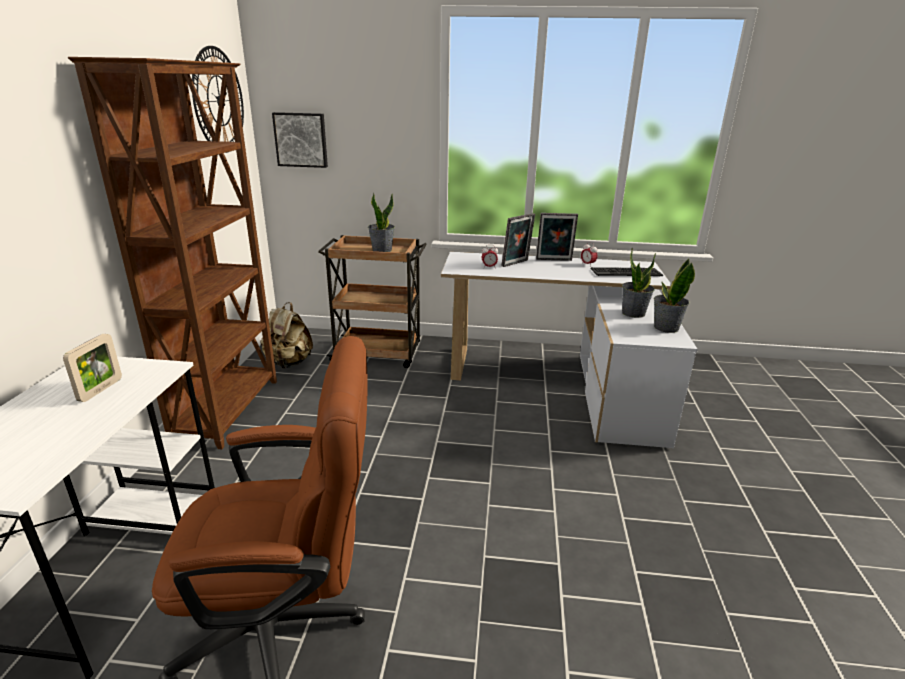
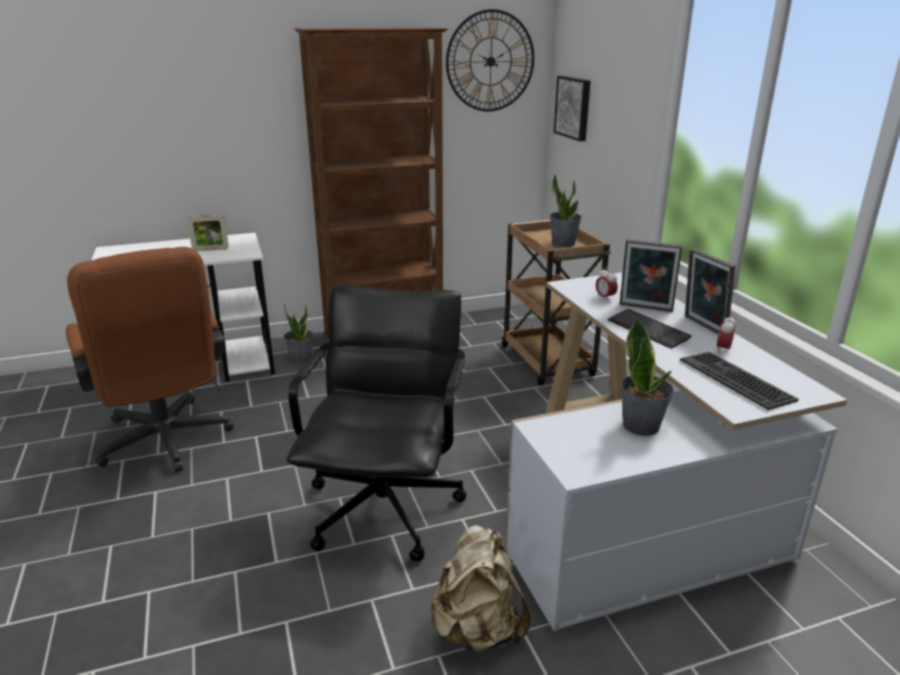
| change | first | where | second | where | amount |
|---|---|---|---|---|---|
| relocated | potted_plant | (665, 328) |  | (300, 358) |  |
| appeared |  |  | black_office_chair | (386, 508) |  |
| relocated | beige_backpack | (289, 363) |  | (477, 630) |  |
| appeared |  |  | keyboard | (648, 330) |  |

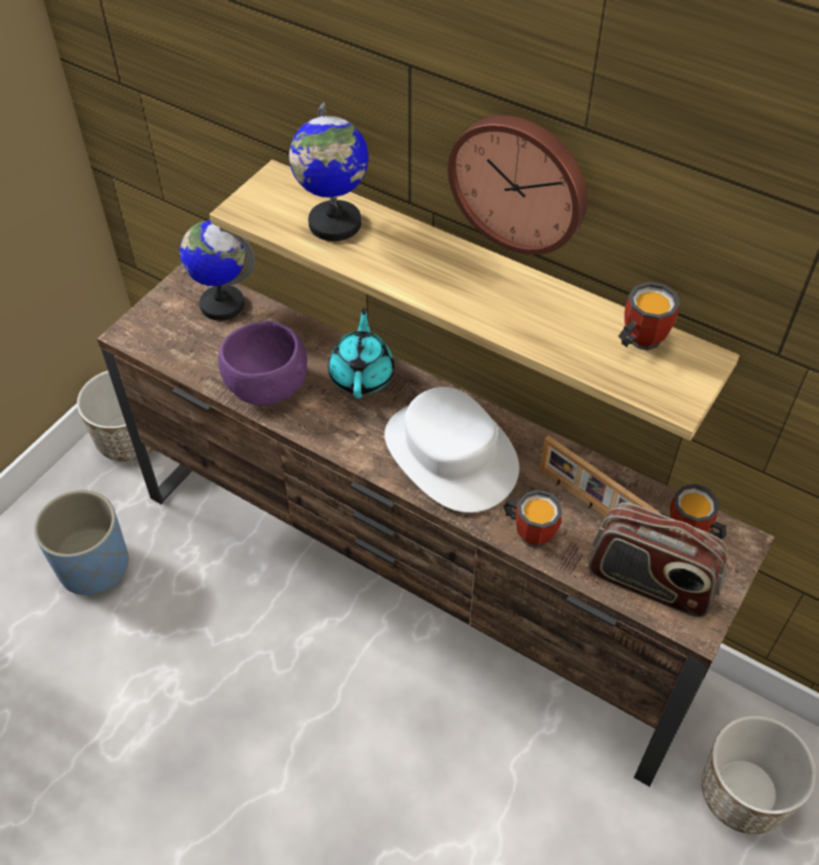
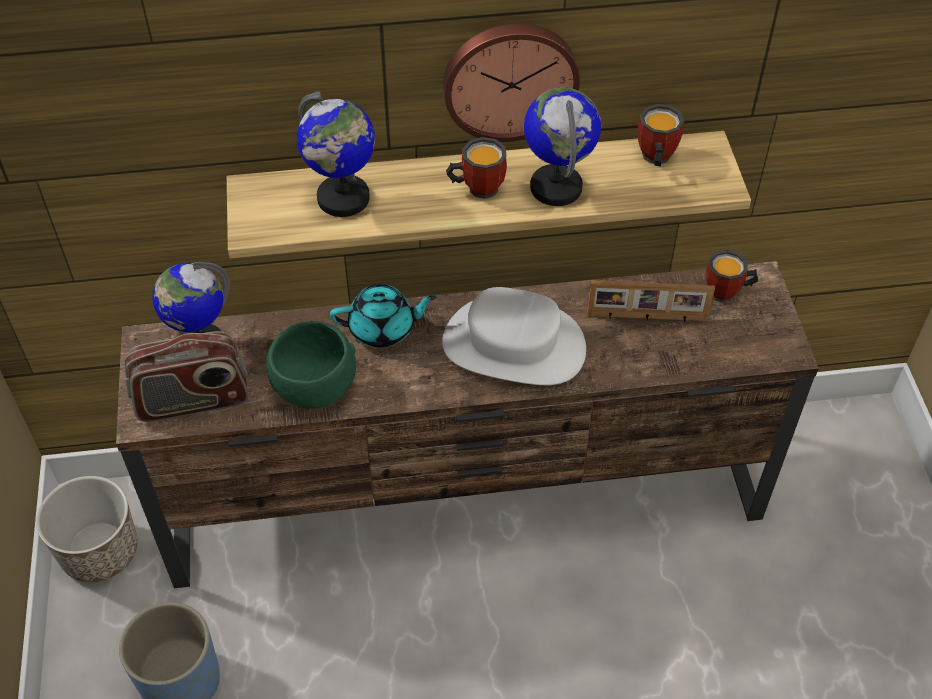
| change | first | where | second | where | amount |
|---|---|---|---|---|---|
| relocated | radio | (649, 583) |  | (193, 401) |  |
| colour | purple_bowl | (265, 385) | green_bowl | (313, 386) |  |
| spun | turquoise_teapot | (362, 375) |  | (383, 328) | 120 degrees clockwise |
| relocated | mug | (530, 531) |  | (477, 187) |  |
| appeared |  |  | globe | (556, 187) |  |
| missing | planter | (742, 793) |  |  |  |

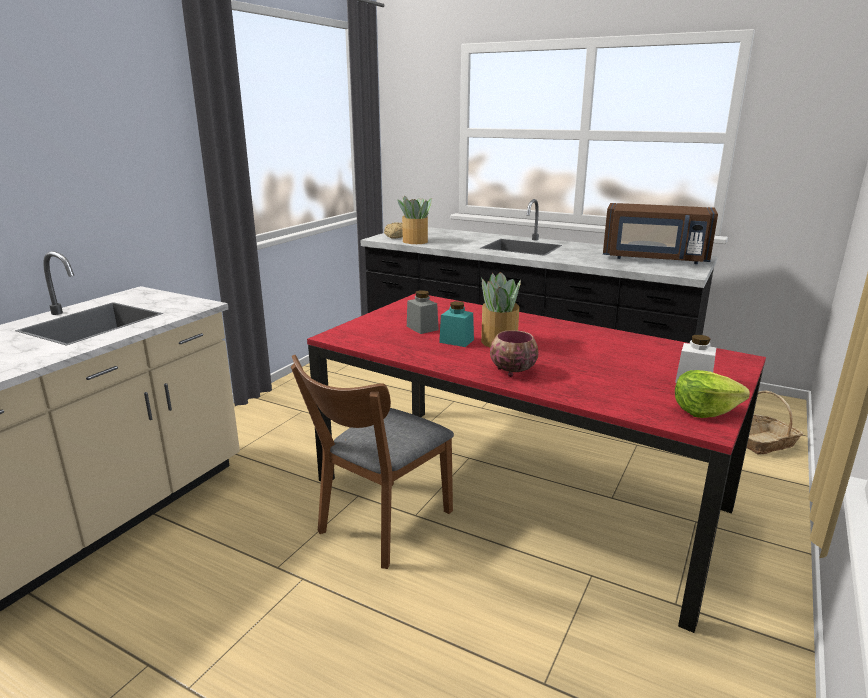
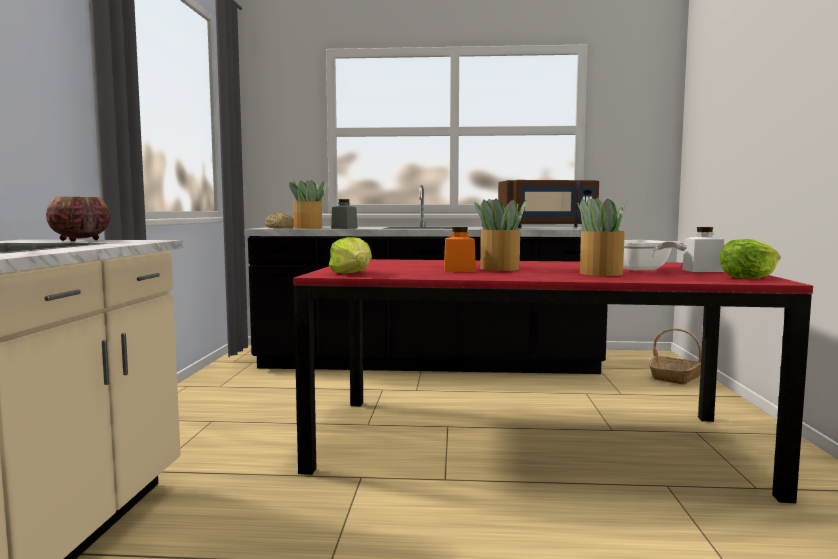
| change | first | where | second | where | amount |
|---|---|---|---|---|---|
| relocated | bowl | (511, 371) |  | (78, 240) |  |
| appeared |  |  | lettuce | (352, 273) |  |
| relocated | grey_jar | (422, 328) |  | (344, 228) |  |
| colour | turquoise_jar | (456, 341) | orange_jar | (459, 270) |  |
| appeared |  |  | potted_plant | (600, 273) |  |
| appeared |  |  | frying_pan | (641, 269) |  |
| missing | brown_chair | (379, 527) |  |  |  |

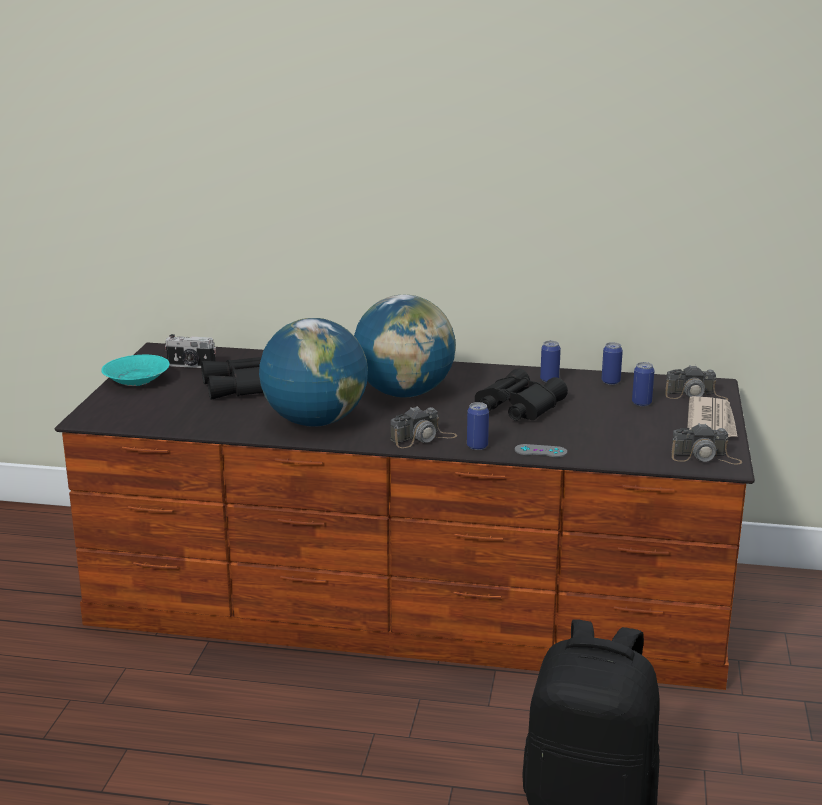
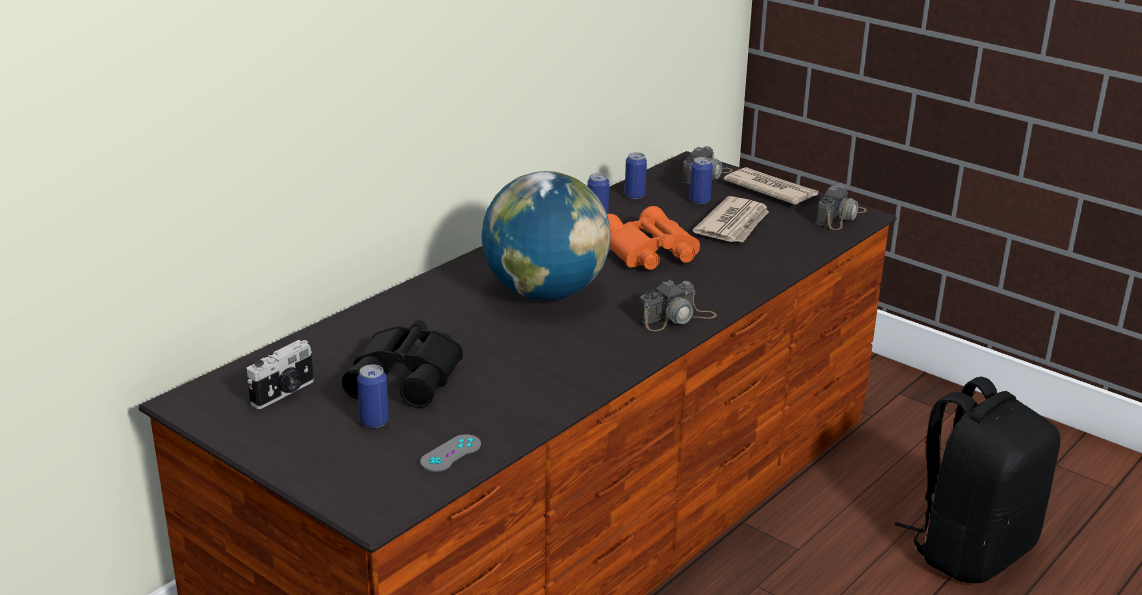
| change | first | where | second | where | amount |
|---|---|---|---|---|---|
| relocated | can | (477, 446) |  | (374, 421) |  |
| relocated | grey_game_controller | (540, 451) |  | (451, 453) |  |
| colour | black_binoculars | (516, 407) | orange_binoculars | (647, 252) |  |
| spun | photo_camera | (423, 438) |  | (677, 318) | 60 degrees clockwise |
| appeared |  |  | newspaper | (734, 224) |  |
| missing | turquoise_bowl | (137, 381) |  |  |  |
| missing | globe | (315, 421) |  |  |  |

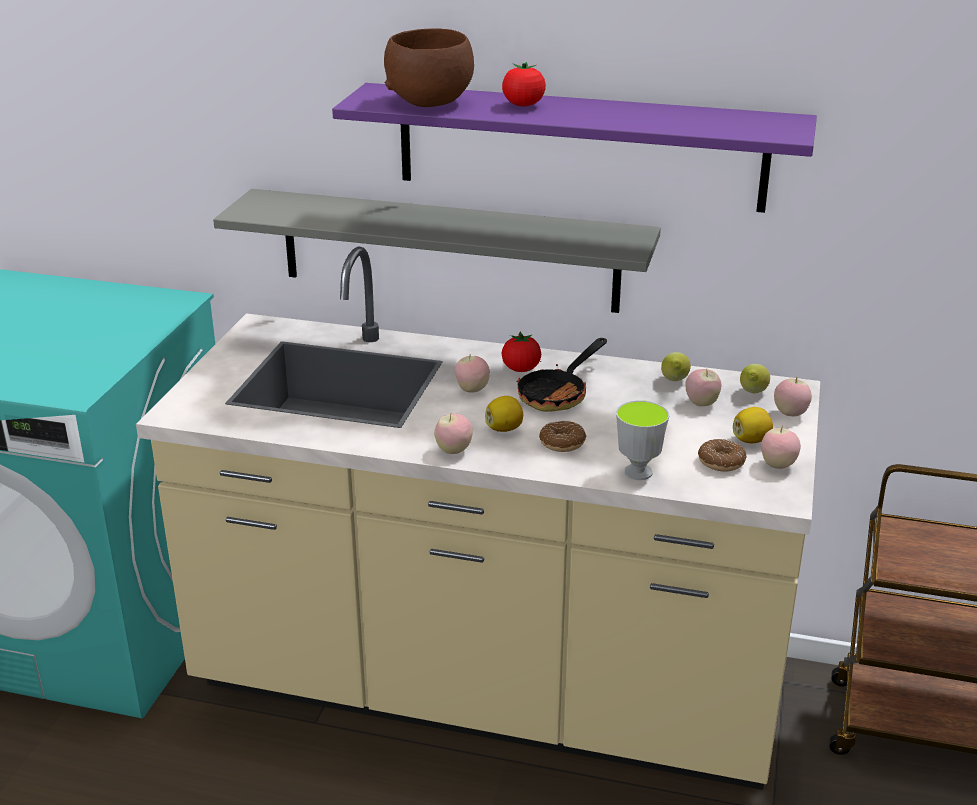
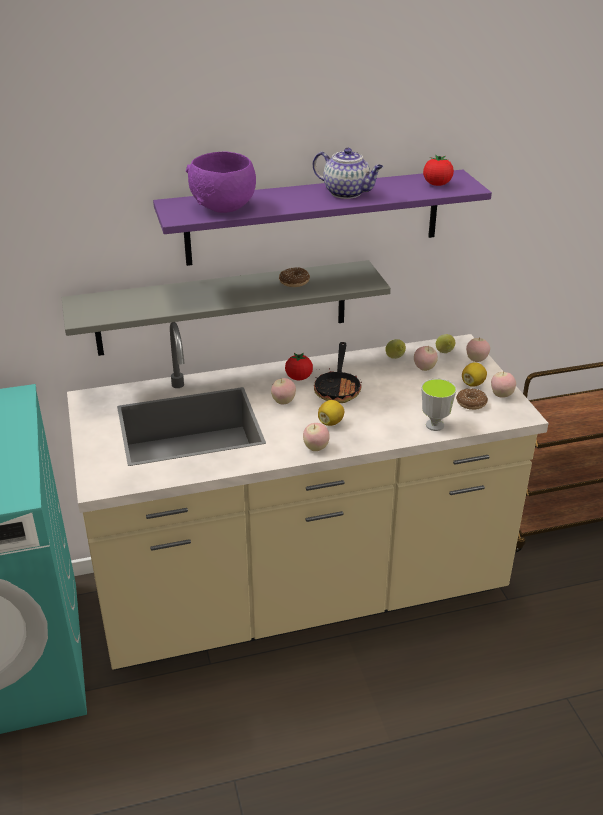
| change | first | where | second | where | amount |
|---|---|---|---|---|---|
| colour | brown_bowl | (431, 102) | purple_bowl | (224, 207) |  |
| relocated | donut | (562, 443) |  | (294, 282) |  |
| appeared |  |  | teapot | (347, 193) |  |
| relocated | tomato | (523, 105) |  | (437, 184) |  |

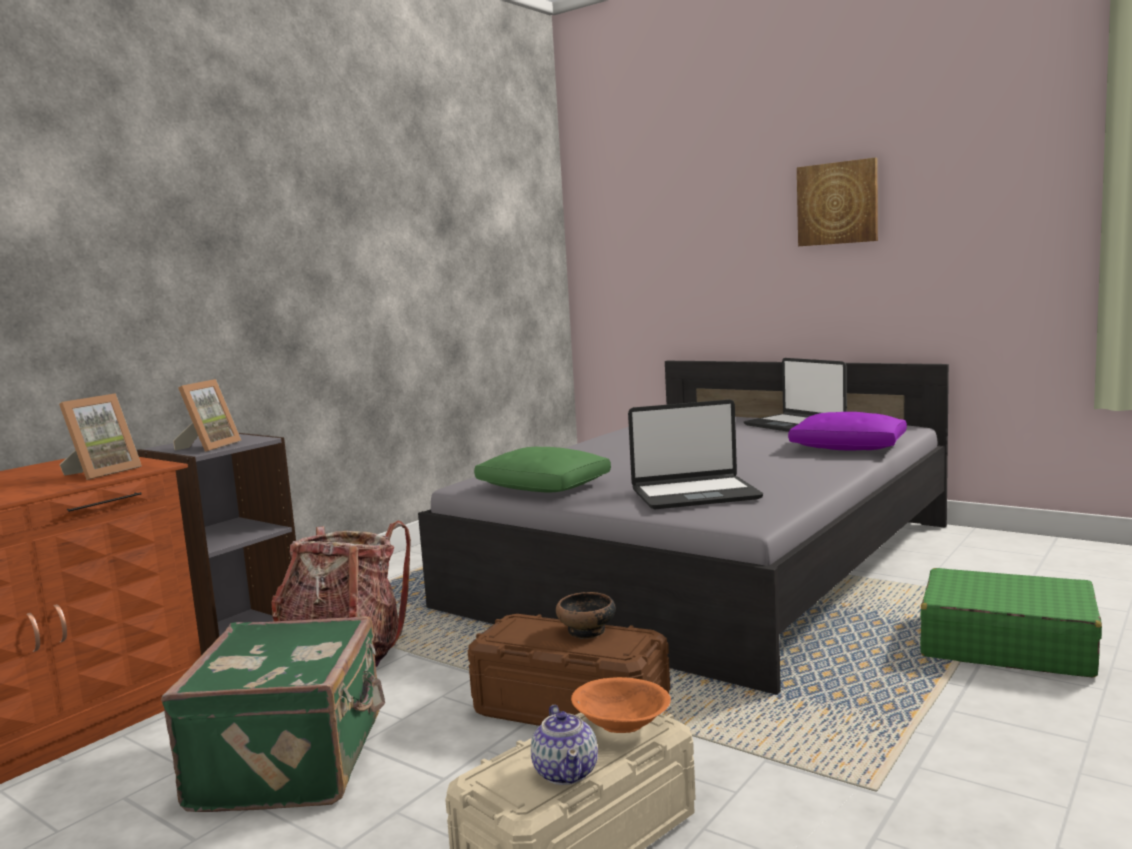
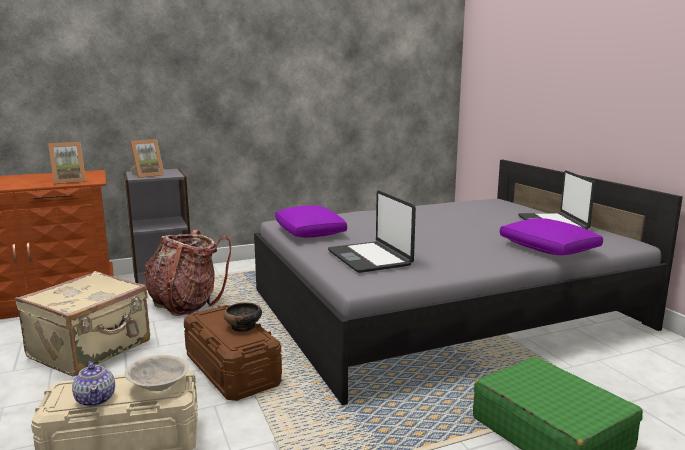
| change | first | where | second | where | amount |
|---|---|---|---|---|---|
| colour | green_suitcase | (293, 761) | beige_suitcase | (91, 350) |  |
| spun | teapot | (566, 772) |  | (96, 399) | 45 degrees counterclockwise |
| colour | orange_bowl | (621, 725) | beige_bowl | (158, 385) |  |
| colour | green_pillow | (544, 487) | purple_pillow | (310, 233) |  |
| spun | laptop | (694, 494) |  | (370, 258) | 45 degrees clockwise |
| missing | picture | (837, 203) |  |  |  |

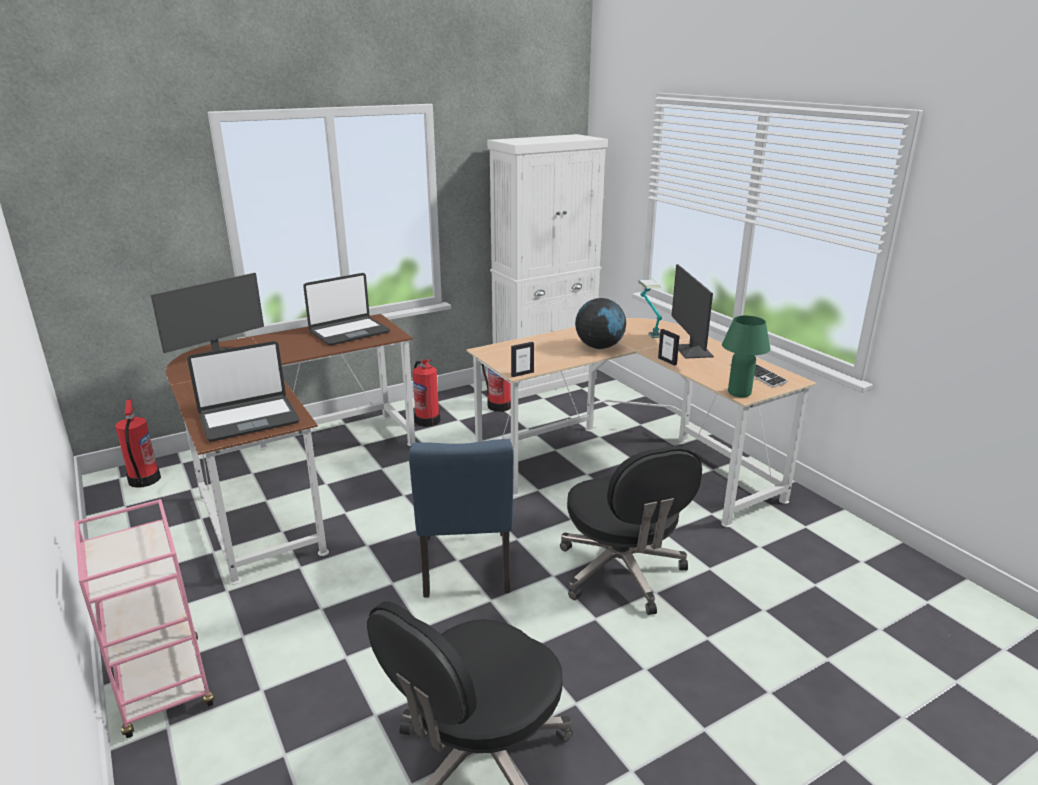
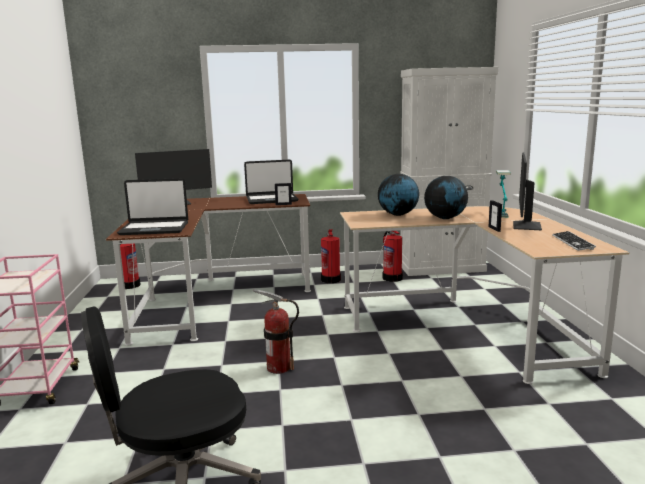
| change | first | where | second | where | amount |
|---|---|---|---|---|---|
| exchanged | blue_chair | (465, 570) | fire_extinguisher | (278, 368) |  |
| relocated | picture_frame | (522, 374) |  | (283, 204) |  |
| appeared |  |  | globe | (398, 215) |  |
| missing | black_office_chair | (622, 573) |  |  |  |
| missing | green_table_lamp | (739, 393) |  |  |  |

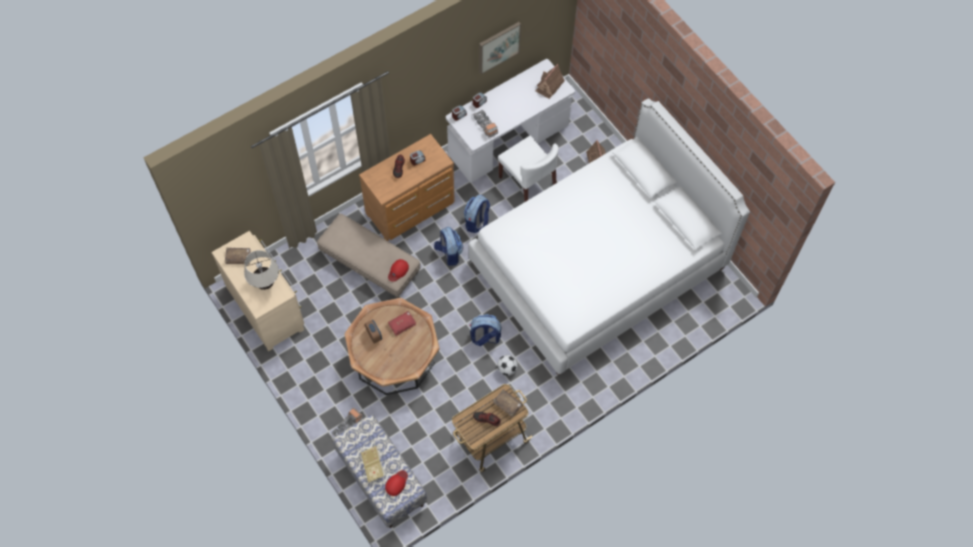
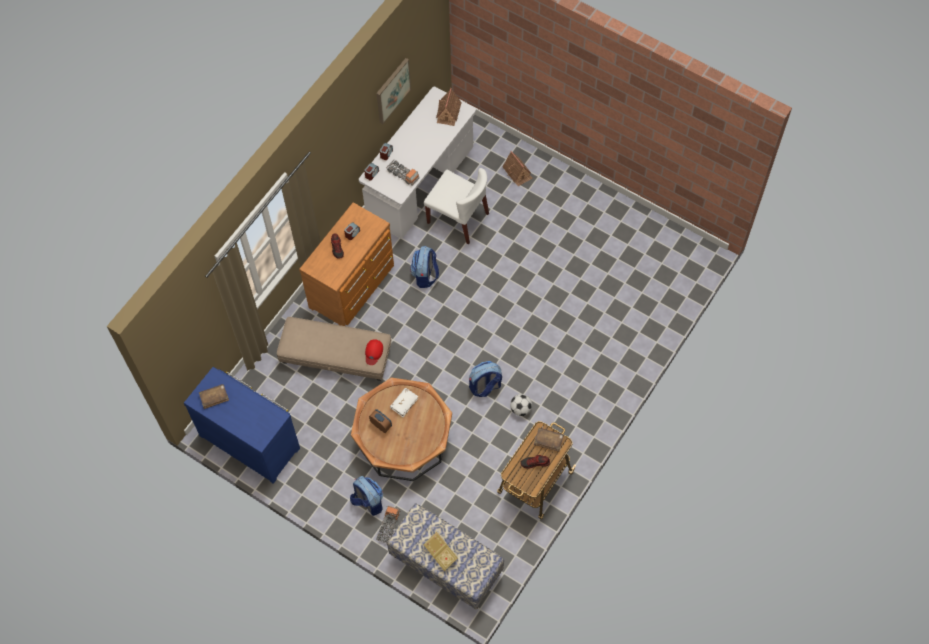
| change | first | where | second | where | amount |
|---|---|---|---|---|---|
| colour | beige_dresser | (266, 306) | blue_dresser | (250, 439) |  |
| relocated | backpack | (449, 253) |  | (368, 501) |  |
| colour | red_book | (402, 324) | white_book | (404, 403) |  |
| missing | beige_table_lamp | (265, 284) |  |  |  |
| missing | red_cap | (396, 483) |  |  |  |
| missing | white_bed | (598, 265) |  |  |  |

